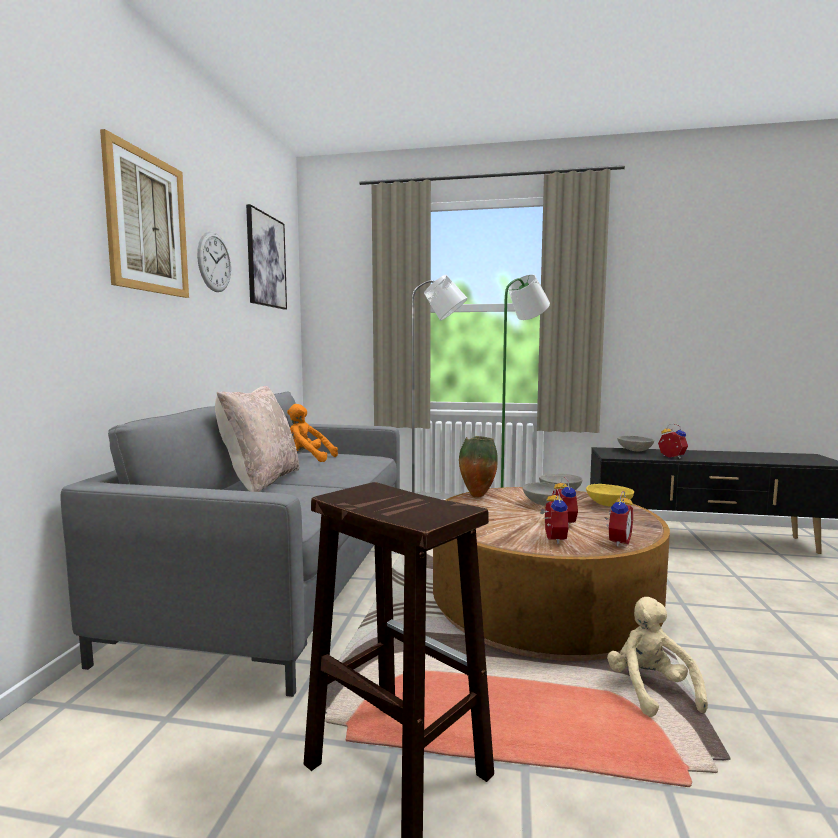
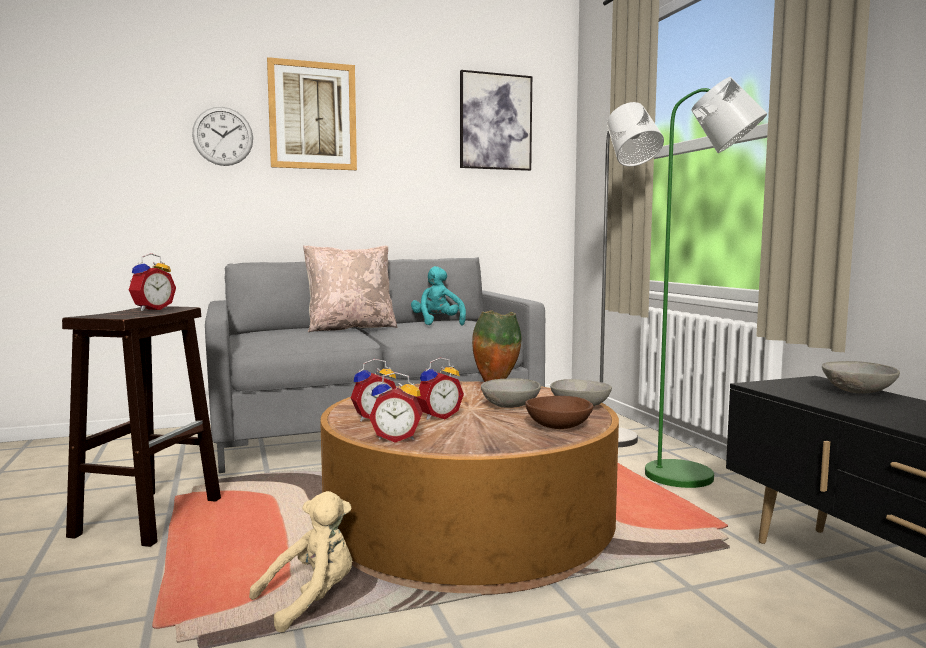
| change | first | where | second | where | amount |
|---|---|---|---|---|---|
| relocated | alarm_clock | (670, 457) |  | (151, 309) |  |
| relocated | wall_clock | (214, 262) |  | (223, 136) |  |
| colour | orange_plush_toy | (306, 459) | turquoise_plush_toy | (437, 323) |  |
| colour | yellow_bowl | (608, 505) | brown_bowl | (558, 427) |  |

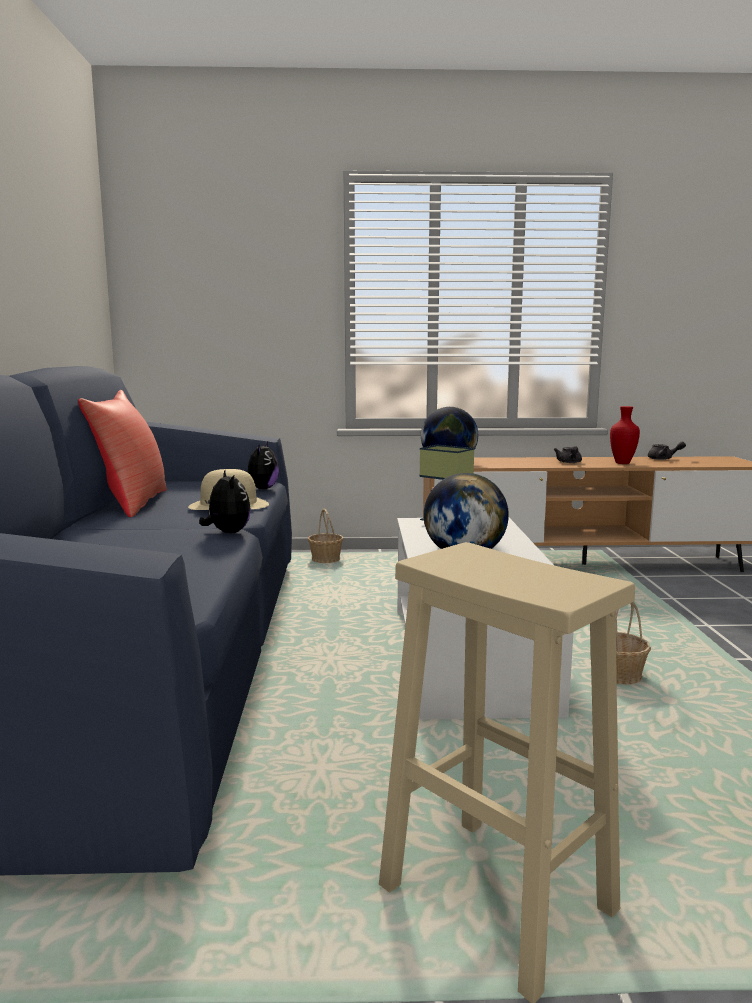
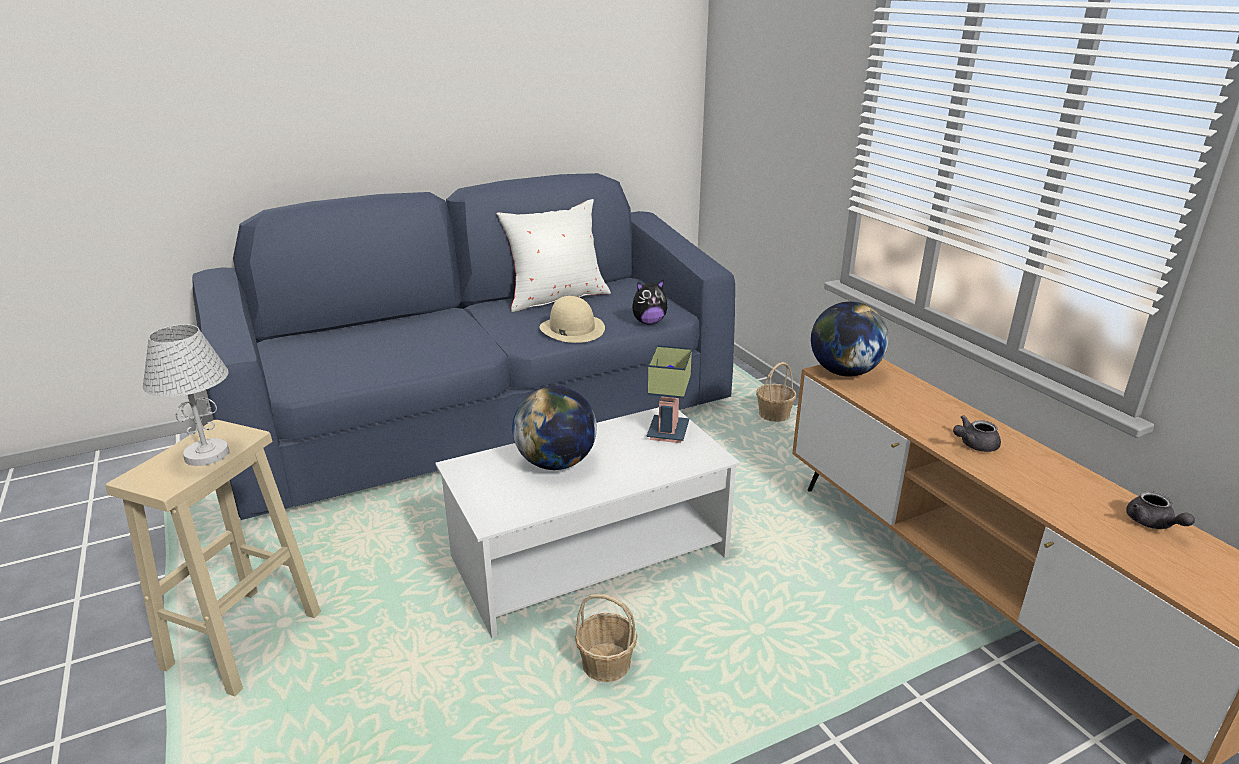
| change | first | where | second | where | amount |
|---|---|---|---|---|---|
| appeared |  |  | white_table_lamp | (206, 454) |  |
| colour | red_pillow | (131, 503) | white_pillow | (556, 298) |  |
| missing | plush_toy | (227, 533) |  |  |  |
| missing | red_vase | (621, 463) |  |  |  |

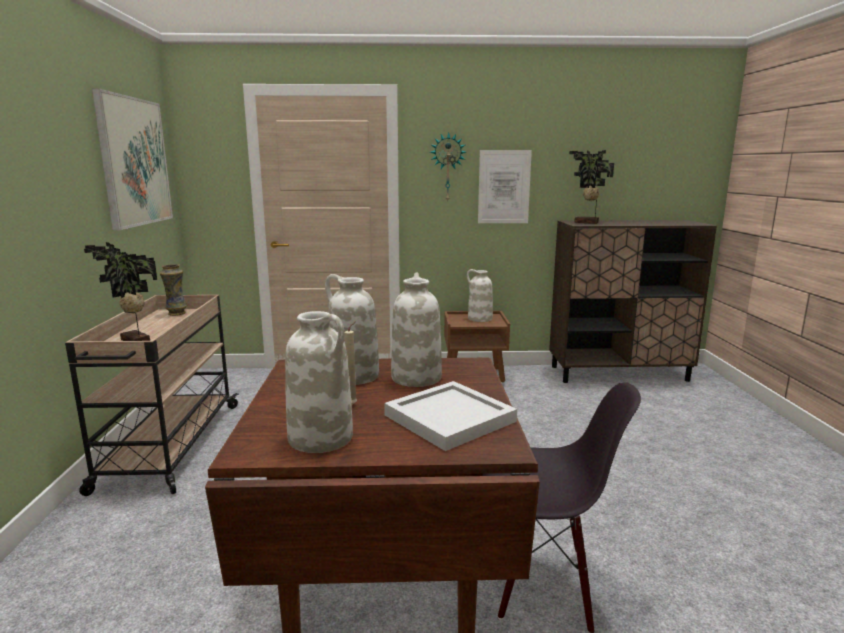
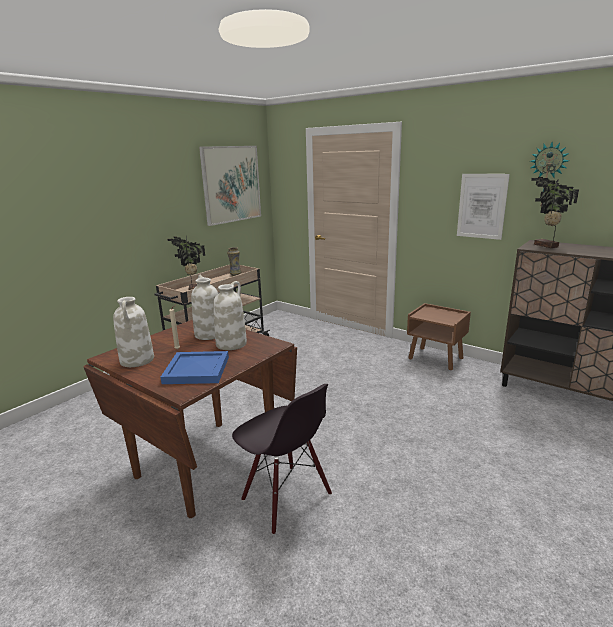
| change | first | where | second | where | amount |
|---|---|---|---|---|---|
| colour | white_tray | (449, 417) | blue_tray | (198, 369) |  |
| relocated | wall_clock | (447, 167) |  | (547, 176) |  |
| missing | white_vase | (479, 319) |  |  |  |

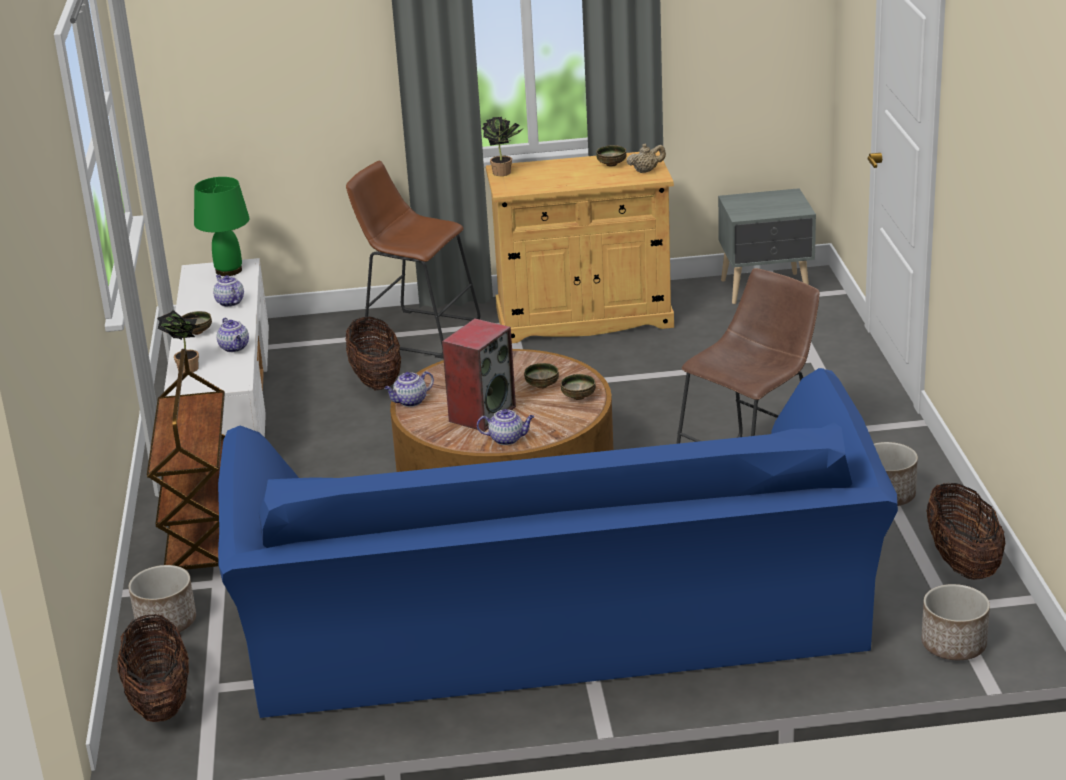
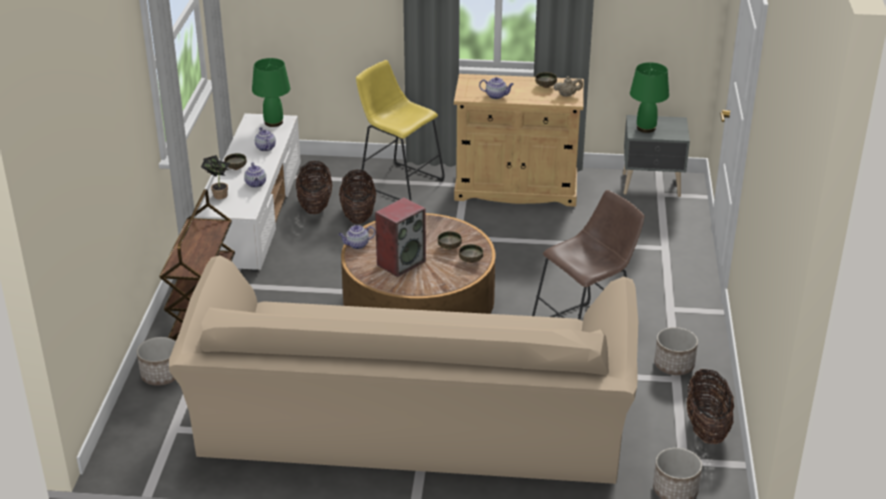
| change | first | where | second | where | amount |
|---|---|---|---|---|---|
| colour | blue_sofa | (557, 631) | beige_sofa | (410, 428) |  |
| relocated | basket | (160, 701) |  | (315, 205) |  |
| colour | brown_stool | (417, 332) | yellow_stool | (398, 182) |  |
| relocated | teapot | (507, 439) |  | (496, 96) |  |
| appeared |  |  | green_table_lamp | (645, 128) |  |
| missing | potted_plant | (504, 172) |  |  |  |

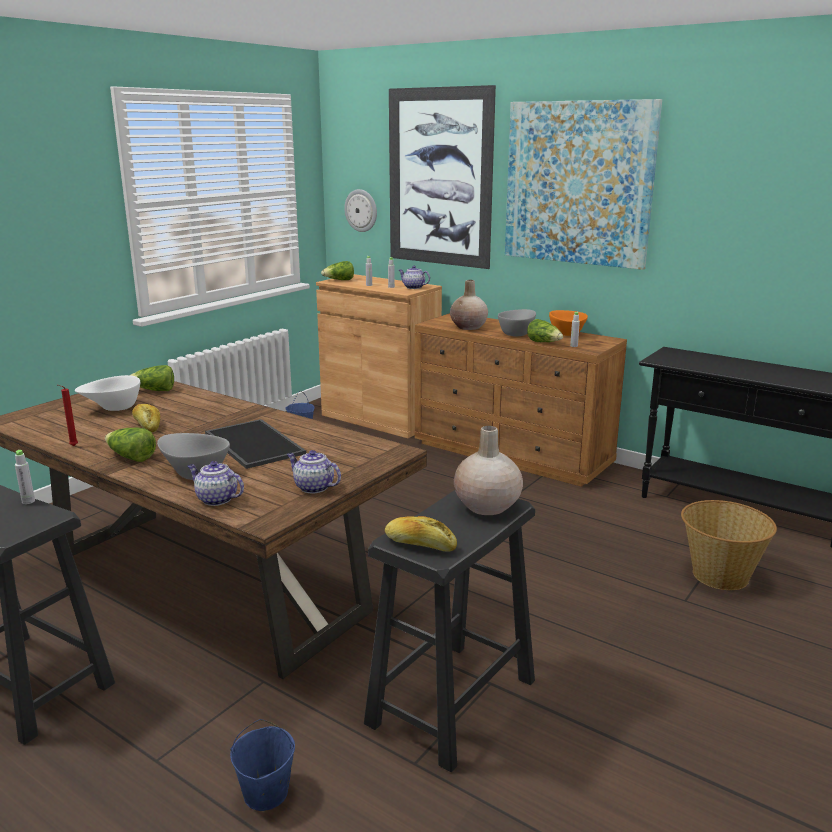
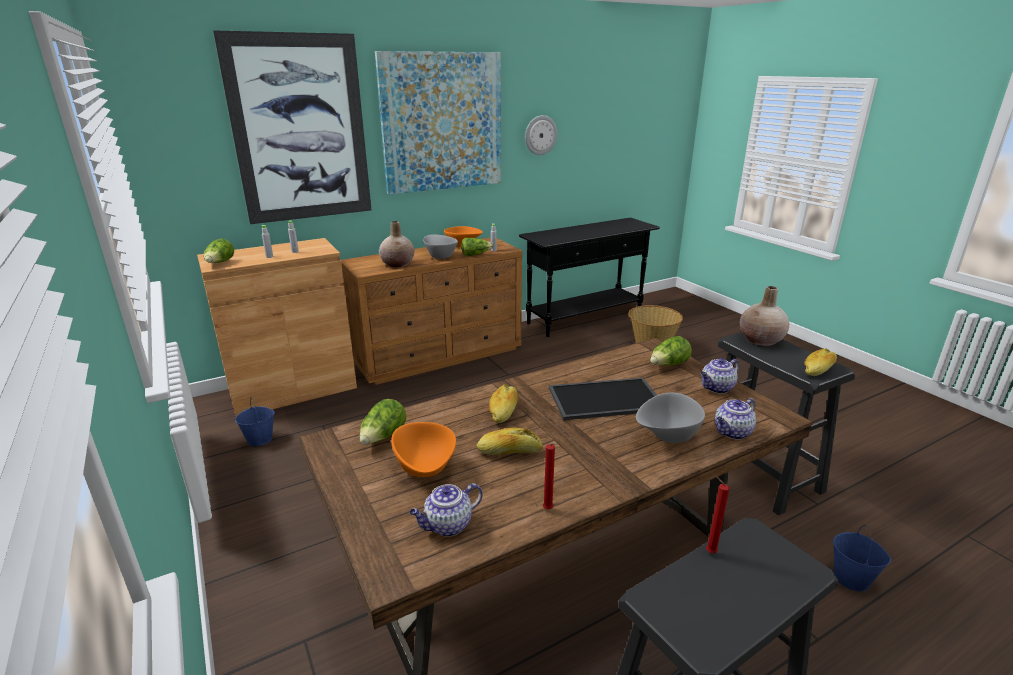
| change | first | where | second | where | amount |
|---|---|---|---|---|---|
| colour | white_bowl | (113, 408) | orange_bowl | (425, 471) |  |
| relocated | teapot | (413, 287) |  | (447, 526) |  |
| appeared |  |  | bread | (503, 411) |  |
| relocated | wall_clock | (361, 210) |  | (540, 135) |  |
| relocated | lettuce | (131, 457) |  | (668, 365) |  |
| exchanged | grey_bottle | (28, 501) | red_candle | (709, 551) |  |

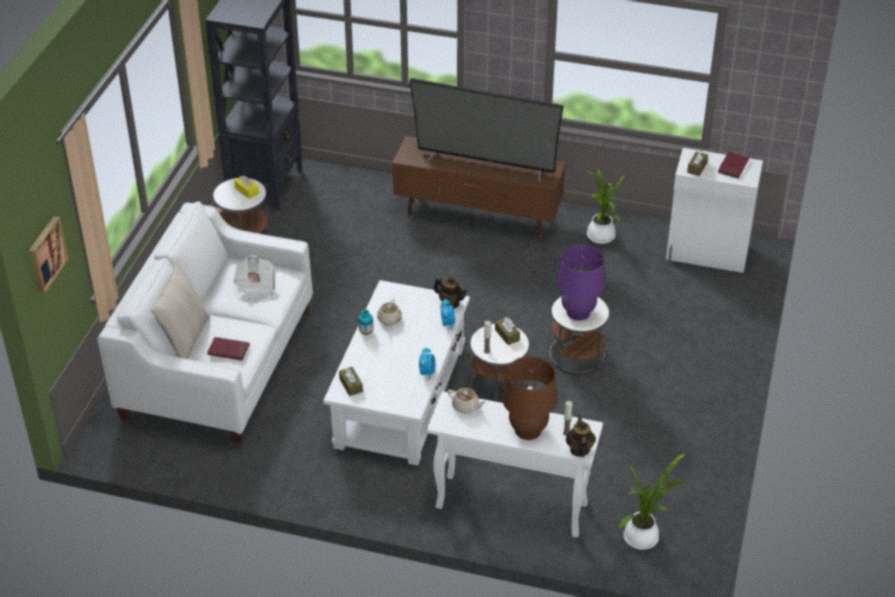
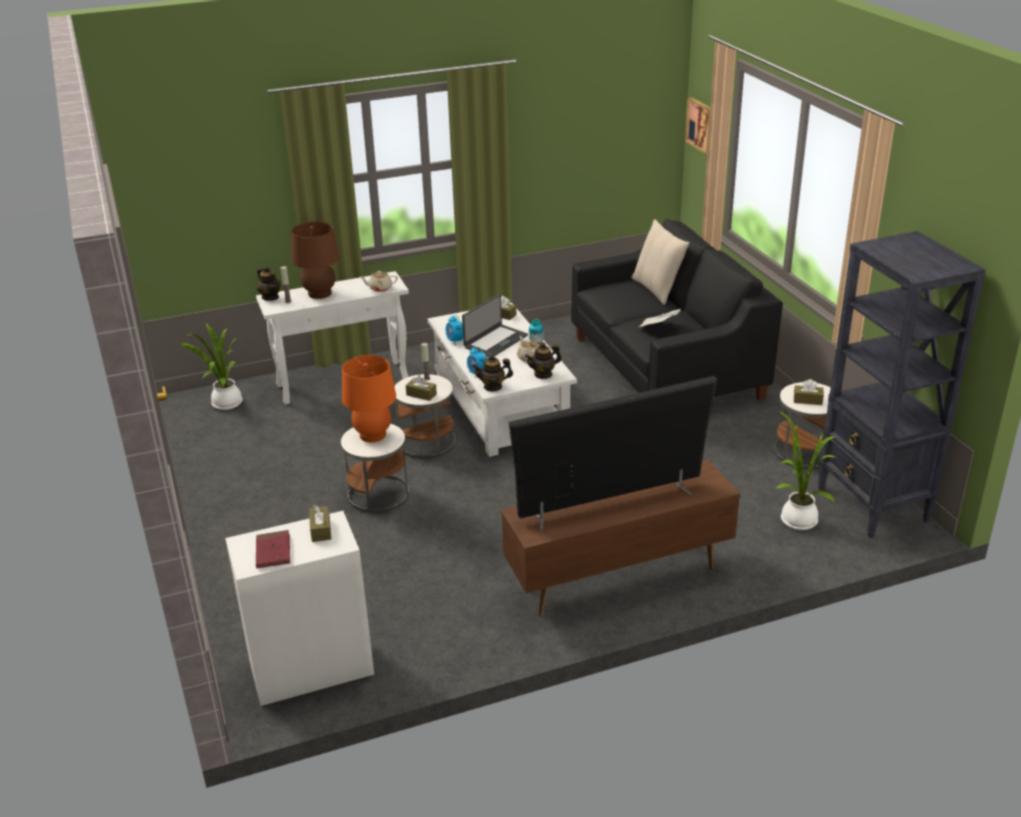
| change | first | where | second | where | amount |
|---|---|---|---|---|---|
| colour | purple_table_lamp | (578, 312) | orange_table_lamp | (373, 435) |  |
| appeared |  |  | laptop | (495, 341) |  |
| appeared |  |  | teapot | (543, 374) |  |
| colour | white_sofa | (218, 363) | black_sofa | (666, 368) |  |
| relocated | potted_plant | (600, 237) |  | (796, 519) |  |
| colour | yellow_tissue_box | (247, 191) | brown_tissue_box | (807, 400) |  |
| missing | red_book | (228, 350) |  |  |  |

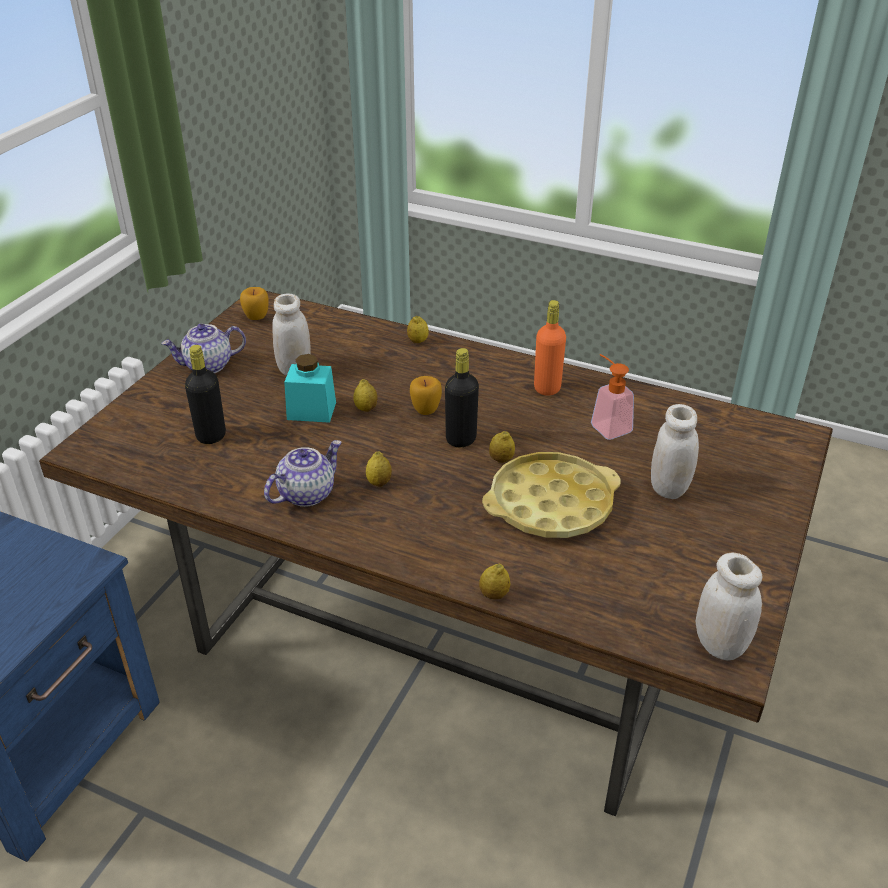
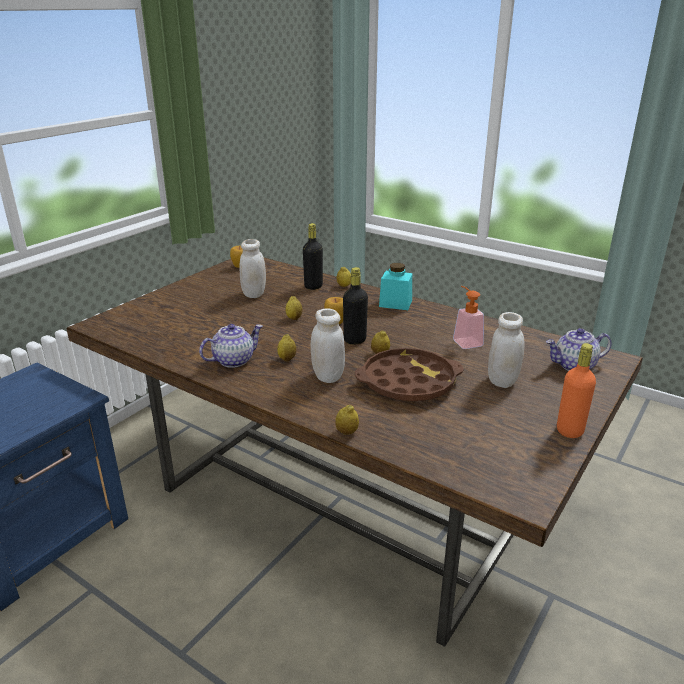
| change | first | where | second | where | amount |
|---|---|---|---|---|---|
| relocated | black_bottle | (211, 436) |  | (313, 286) |  |
| relocated | white_jar | (719, 645) |  | (328, 376) |  |
| colour | yellow_tray | (550, 504) | brown_tray | (408, 382) |  |
| relocated | turquoise_jar | (311, 411) |  | (395, 303) |  |
| relocated | teapot | (208, 366) |  | (574, 366) |  |
| relocated | orange_bottle | (547, 388) |  | (569, 430) |  |

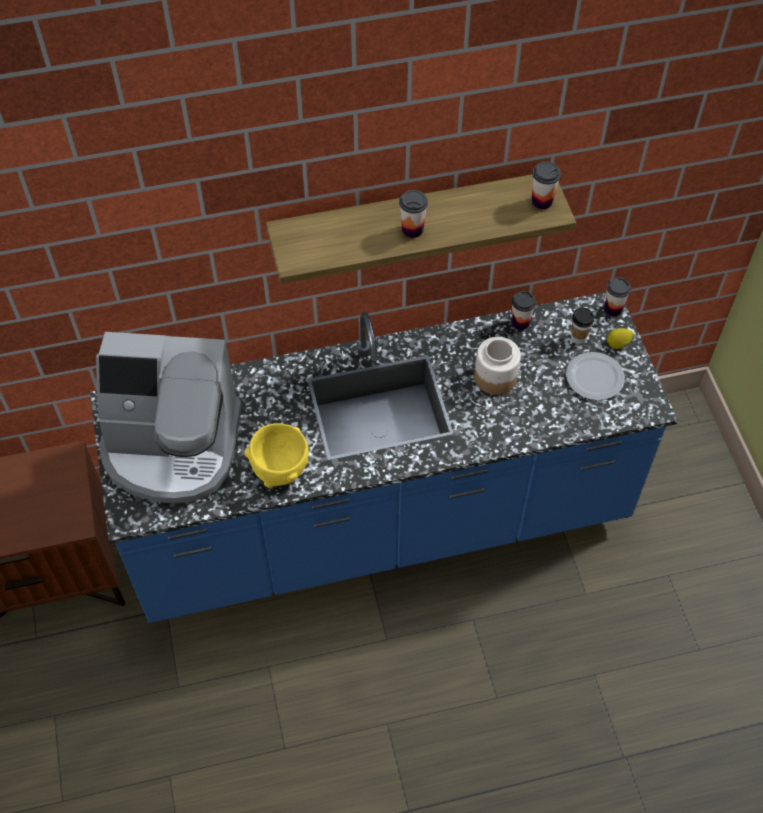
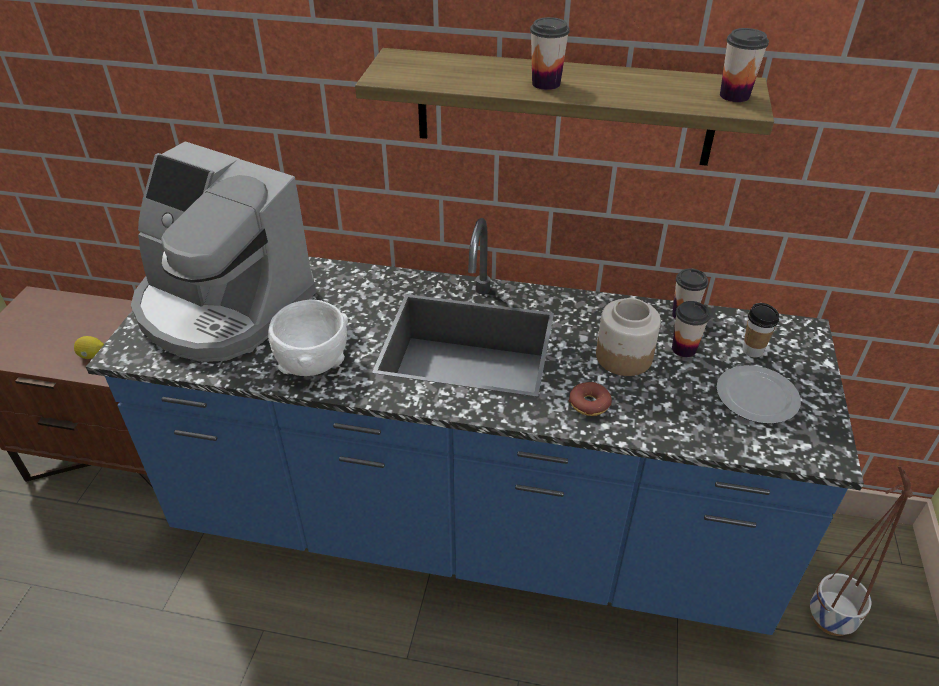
| change | first | where | second | where | amount |
|---|---|---|---|---|---|
| relocated | lemon | (618, 344) |  | (92, 356) |  |
| colour | yellow_bowl | (280, 469) | white_bowl | (313, 364) |  |
| appeared |  |  | donut | (589, 404) |  |
| relocated | cup | (613, 309) |  | (684, 349) |  |
| appeared |  |  | planter | (831, 618) |  |

